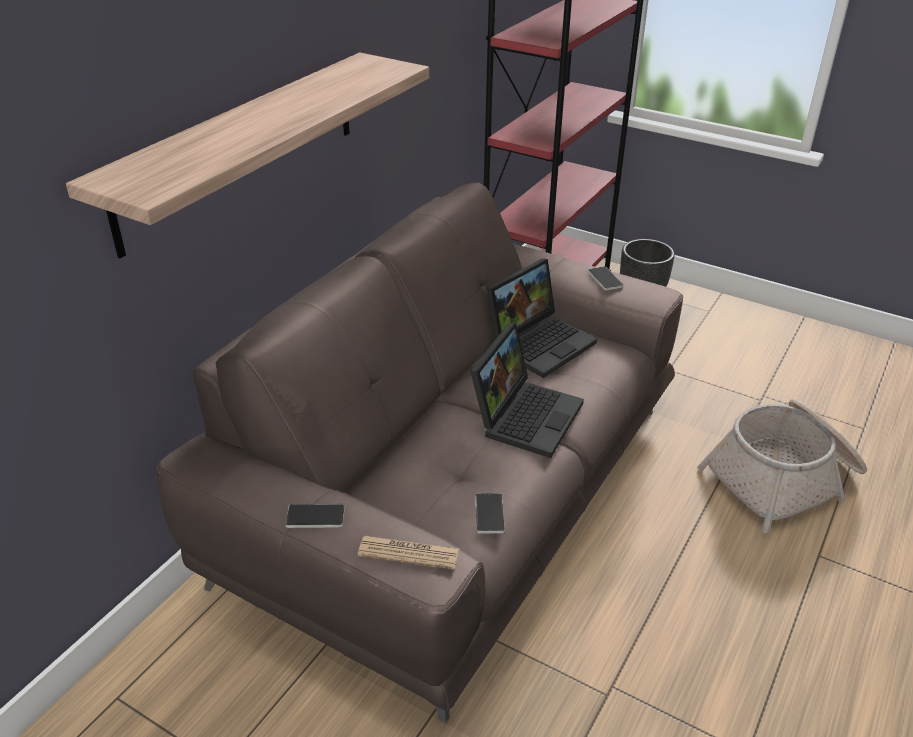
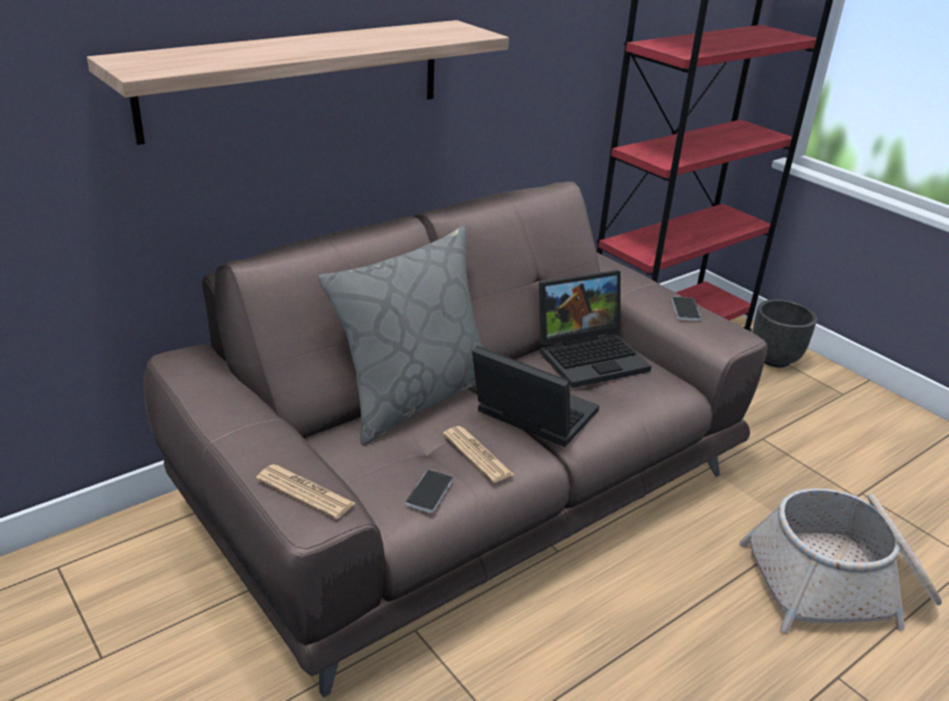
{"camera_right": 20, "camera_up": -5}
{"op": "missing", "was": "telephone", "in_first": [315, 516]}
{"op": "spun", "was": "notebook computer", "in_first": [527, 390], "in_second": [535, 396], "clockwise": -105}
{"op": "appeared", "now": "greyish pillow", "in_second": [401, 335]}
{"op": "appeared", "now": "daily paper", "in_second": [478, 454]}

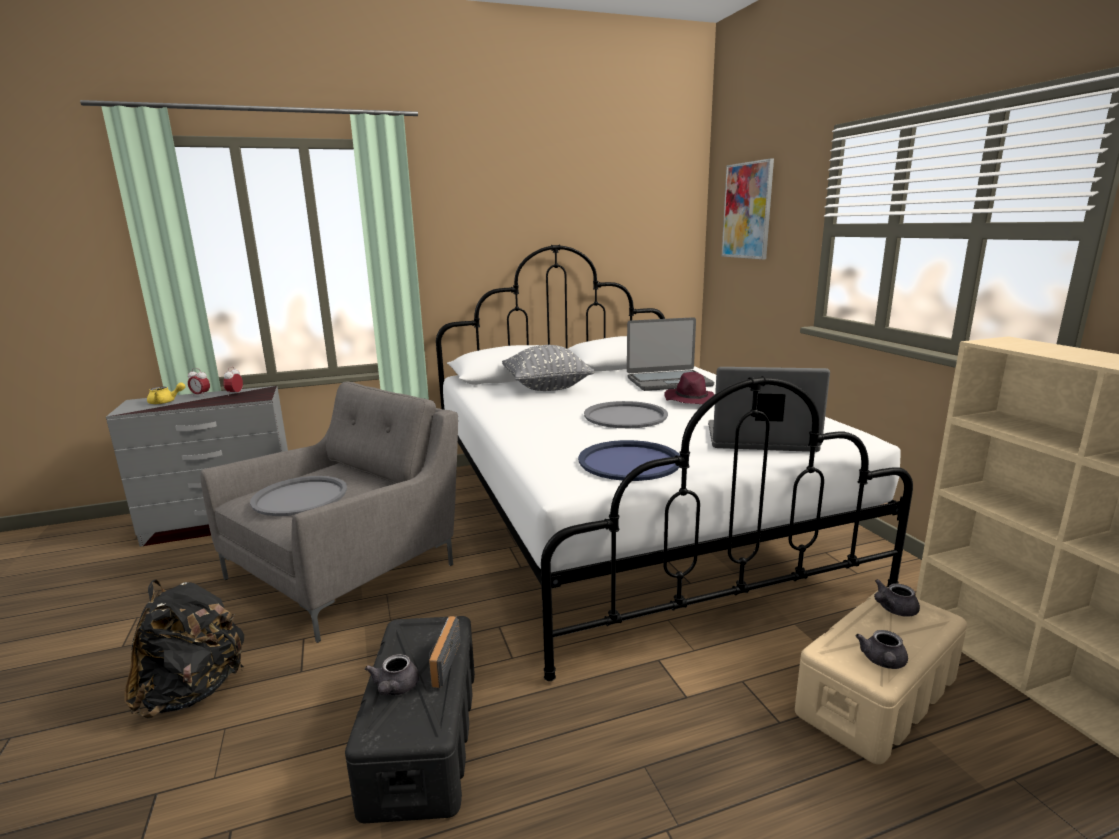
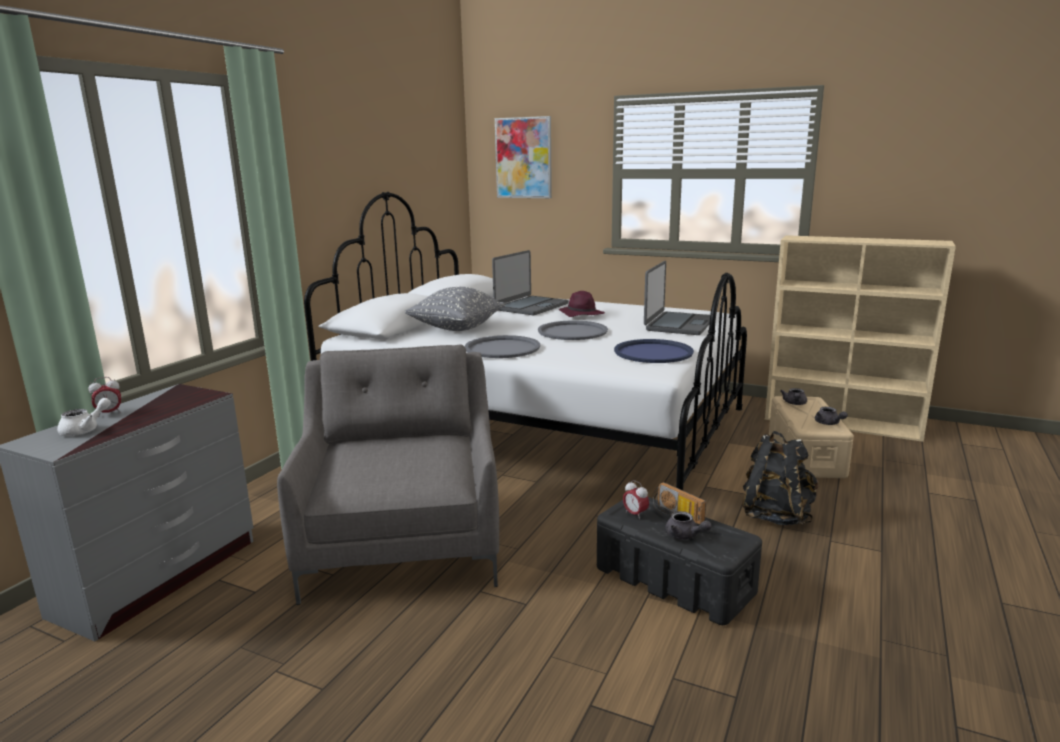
{"camera_right": -45, "camera_up": 0}
{"op": "relocated", "was": "black rucksack", "in_first": [184, 648], "in_second": [780, 478]}
{"op": "colour", "was": "yellow teapot", "now": "white-coloured teapot", "in_first": [166, 393], "in_second": [84, 417]}
{"op": "relocated", "was": "bedside clock", "in_first": [233, 381], "in_second": [636, 500]}
{"op": "relocated", "was": "greyish serving tray", "in_first": [298, 496], "in_second": [502, 346]}
{"op": "spun", "was": "notebook computer", "in_first": [769, 409], "in_second": [677, 298], "clockwise": 150}

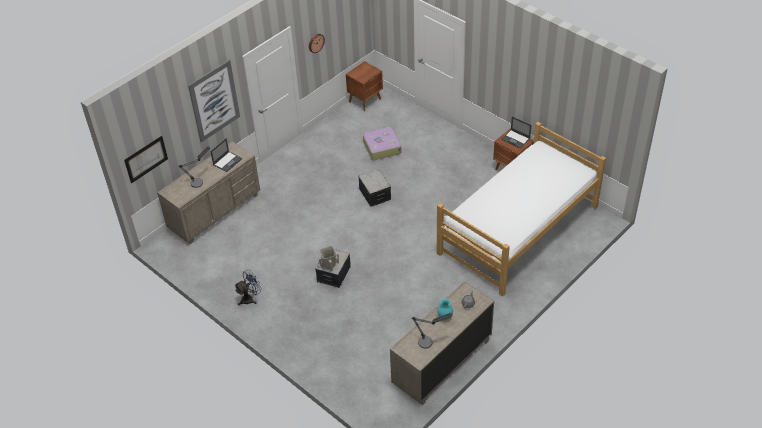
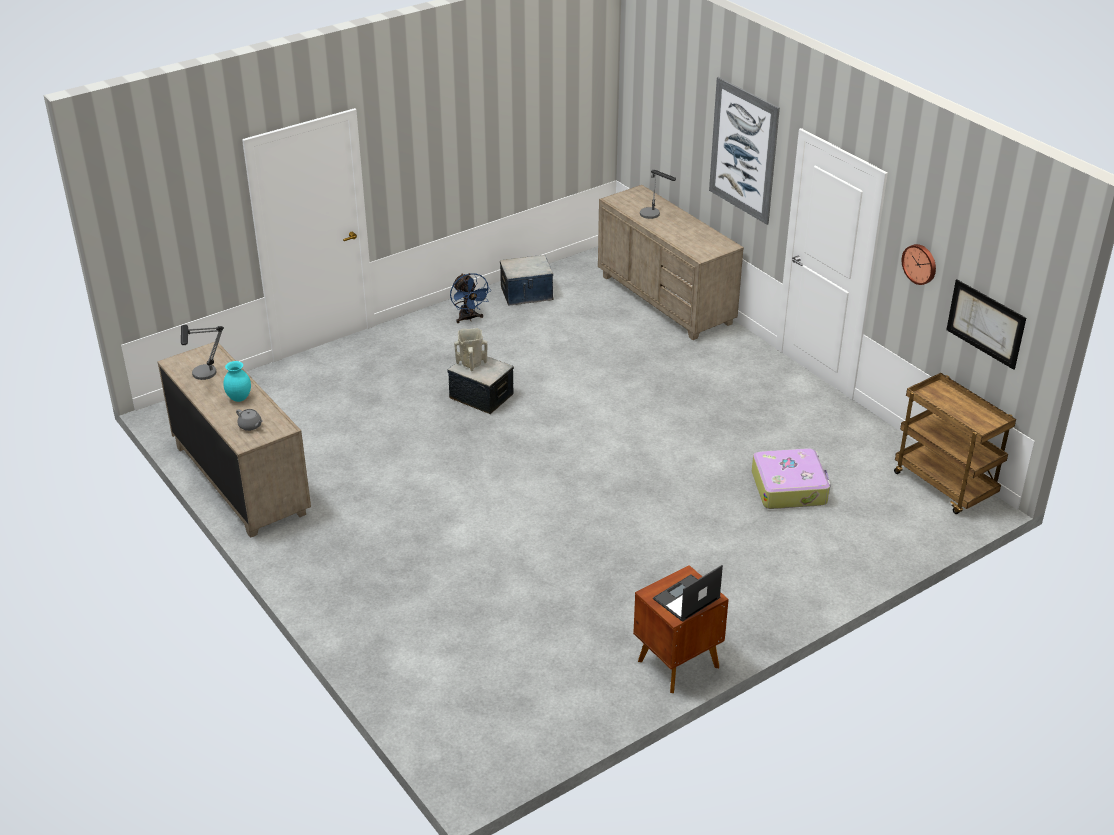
{"camera_right": 100, "camera_up": -10}
{"op": "relocated", "was": "wall picture", "in_first": [146, 159], "in_second": [986, 324]}
{"op": "missing", "was": "notebook computer", "in_first": [226, 155]}
{"op": "exchanged", "was": "brownish nightstand", "now": "brownish trolley", "in_first": [364, 86], "in_second": [955, 443]}
{"op": "relocated", "was": "storage box", "in_first": [374, 188], "in_second": [527, 280]}
{"op": "missing", "was": "bedroom bed", "in_first": [521, 209]}

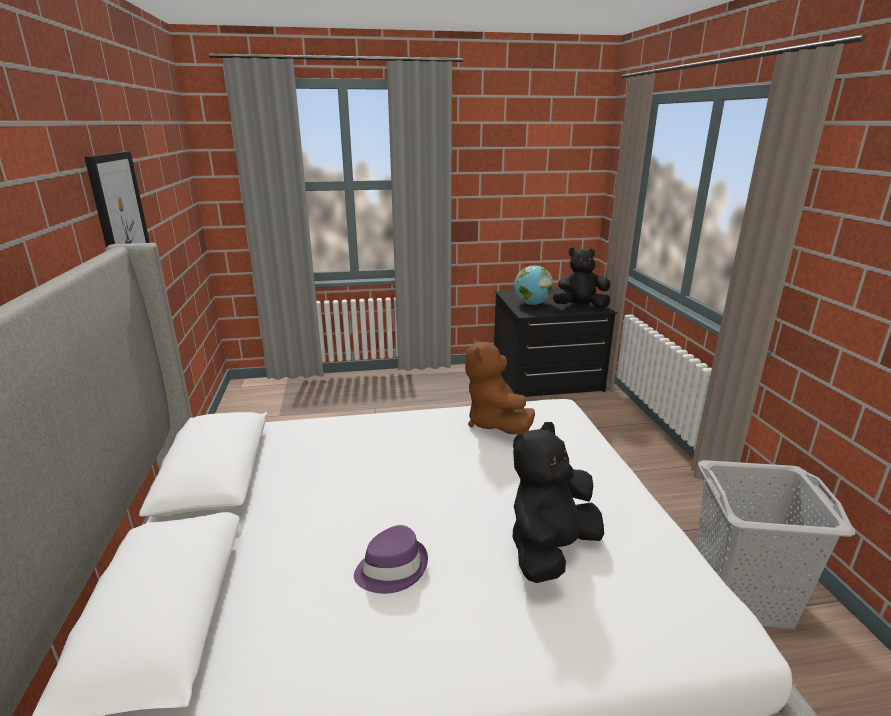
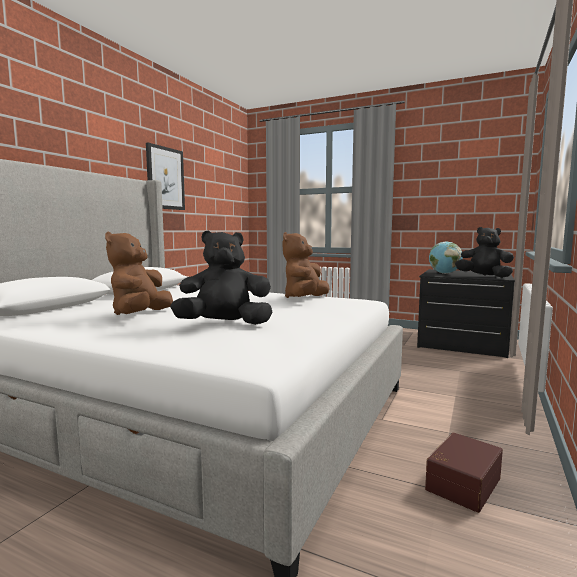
{"camera_right": 35, "camera_up": -15}
{"op": "exchanged", "was": "purplish hat", "now": "brownish cuddly toy", "in_first": [391, 559], "in_second": [139, 273]}
{"op": "exchanged", "was": "greyish washing basket", "now": "brownish storage box", "in_first": [775, 544], "in_second": [464, 473]}

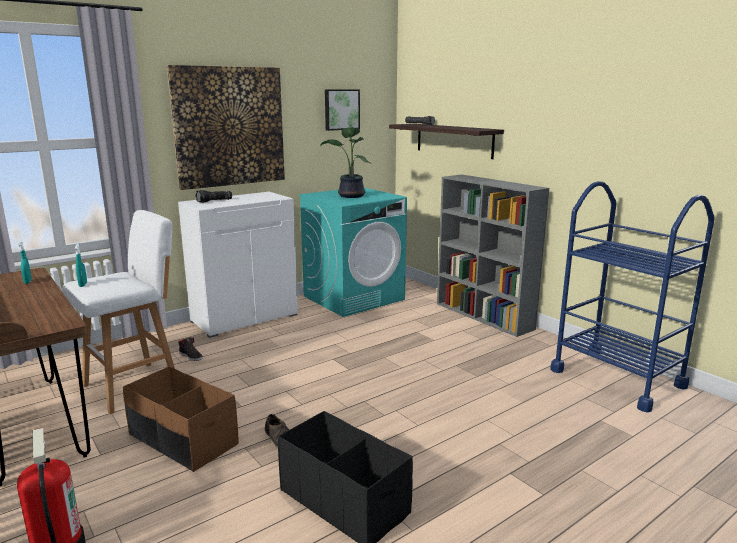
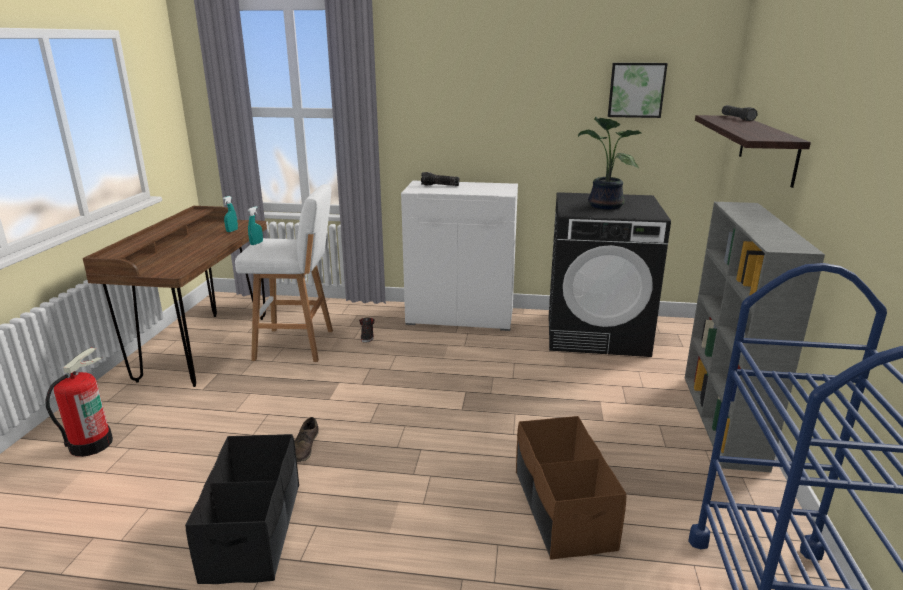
{"camera_right": 45, "camera_up": 5}
{"op": "relocated", "was": "brownish storage box", "in_first": [181, 419], "in_second": [571, 488]}
{"op": "missing", "was": "wall picture", "in_first": [226, 127]}
{"op": "colour", "was": "turquoise-coloured laundry appliance", "now": "black laundry appliance", "in_first": [353, 252], "in_second": [610, 274]}

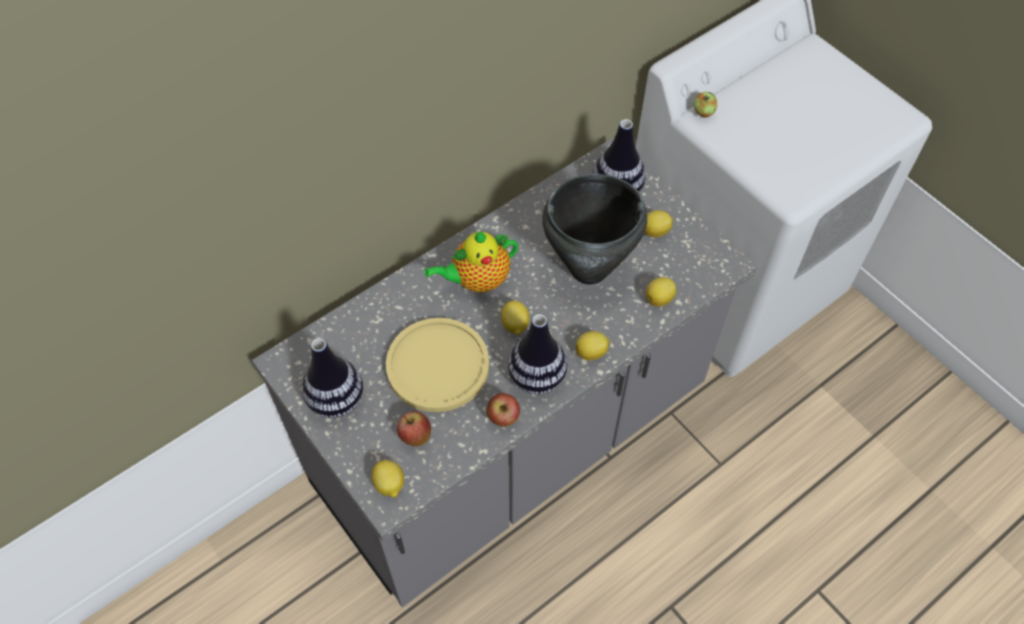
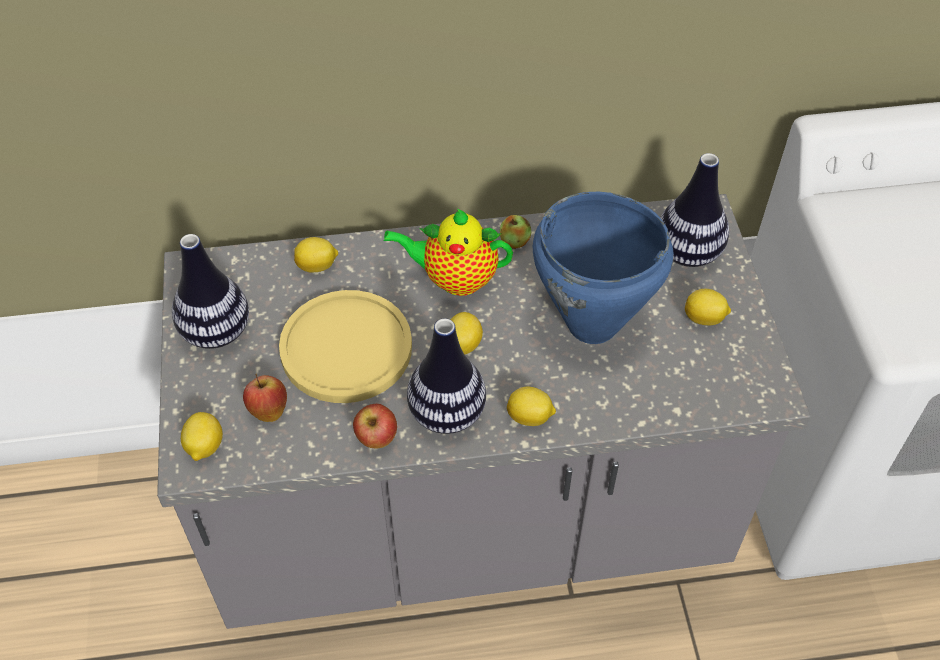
{"camera_right": 30, "camera_up": -5}
{"op": "colour", "was": "black cooking pot", "now": "blue cooking pot", "in_first": [594, 229], "in_second": [603, 268]}
{"op": "relocated", "was": "whole lemon", "in_first": [661, 292], "in_second": [316, 254]}
{"op": "relocated", "was": "apple", "in_first": [705, 104], "in_second": [515, 232]}

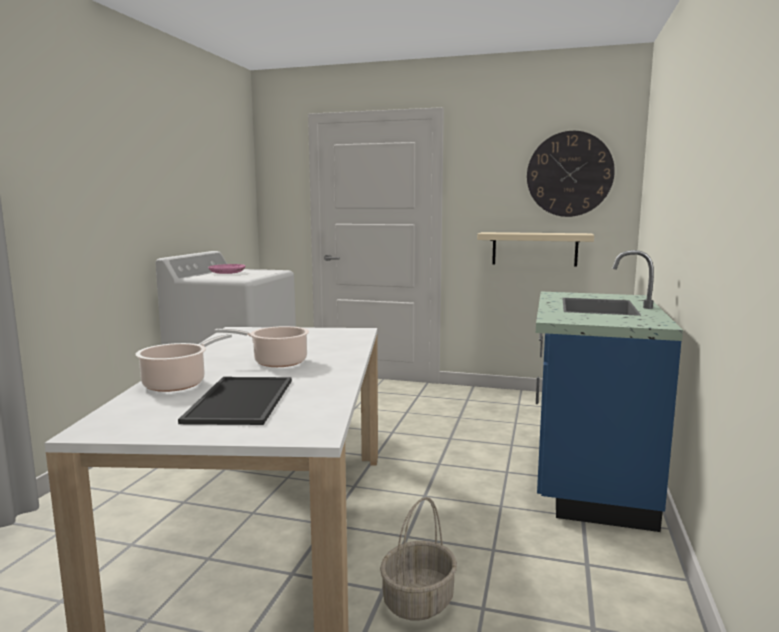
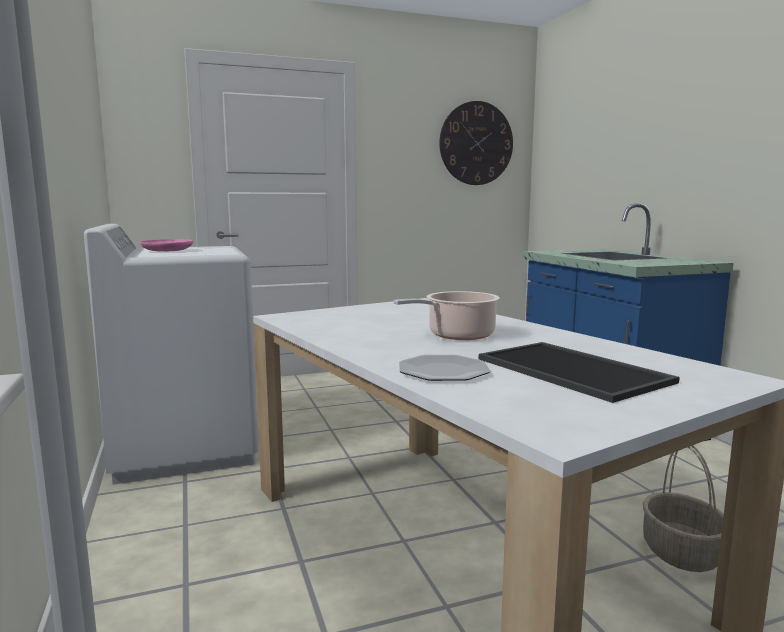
{"camera_right": -35, "camera_up": 0}
{"op": "exchanged", "was": "cooking pot", "now": "flat dish", "in_first": [183, 363], "in_second": [444, 368]}
{"op": "missing", "was": "beige shelf", "in_first": [535, 249]}

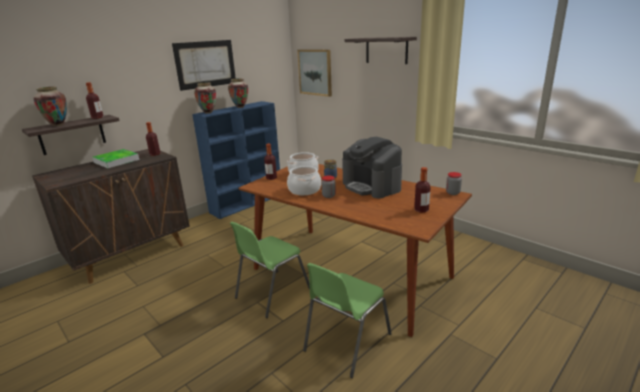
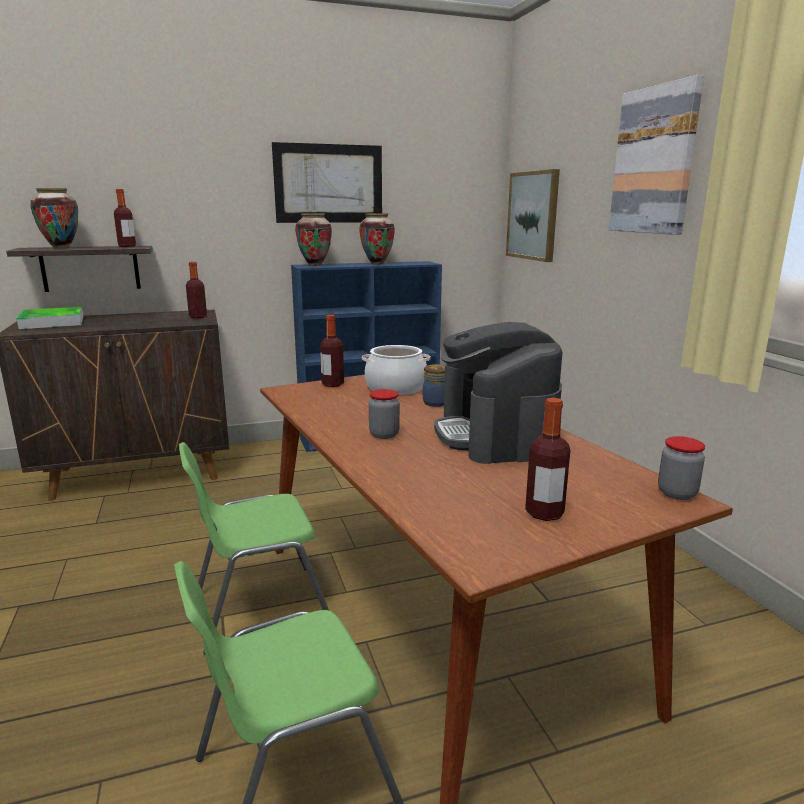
{"camera_right": 25, "camera_up": -5}
{"op": "relocated", "was": "serving tray", "in_first": [115, 158], "in_second": [50, 317]}
{"op": "missing", "was": "cooking pot", "in_first": [304, 180]}
{"op": "exchanged", "was": "shelf", "now": "wall picture", "in_first": [381, 50], "in_second": [656, 155]}

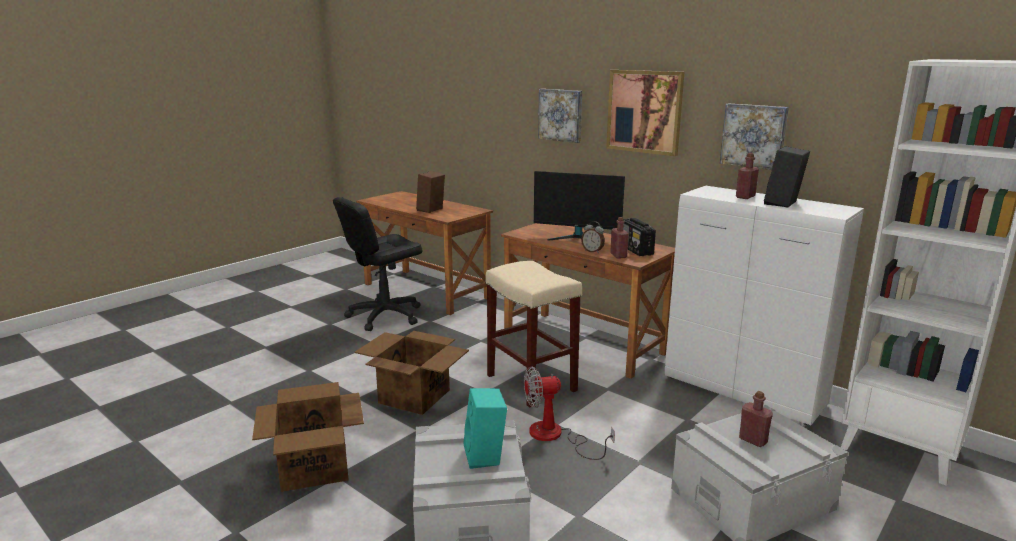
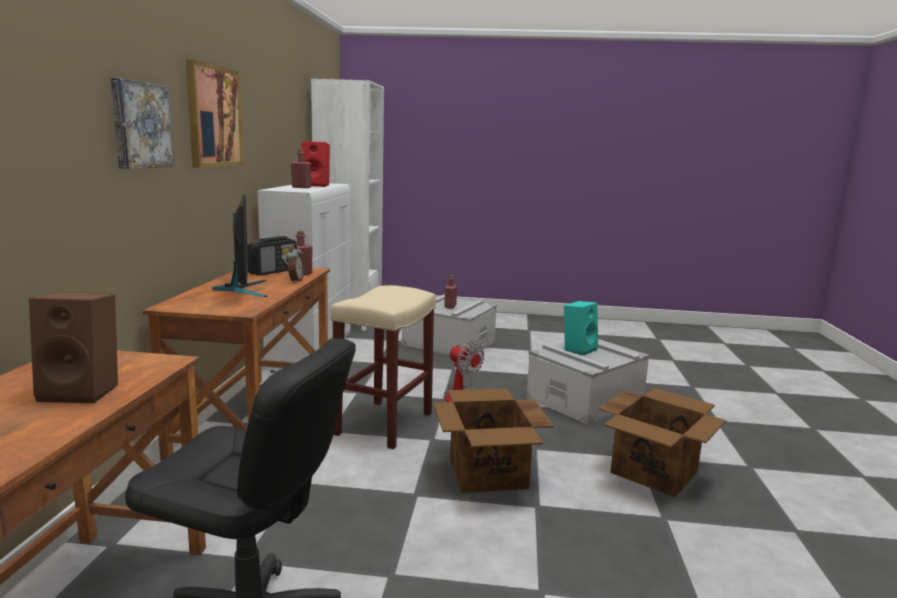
{"camera_right": -125, "camera_up": -5}
{"op": "missing", "was": "wall picture", "in_first": [754, 137]}
{"op": "colour", "was": "black audio speaker", "now": "red-coloured audio speaker", "in_first": [787, 177], "in_second": [315, 164]}

